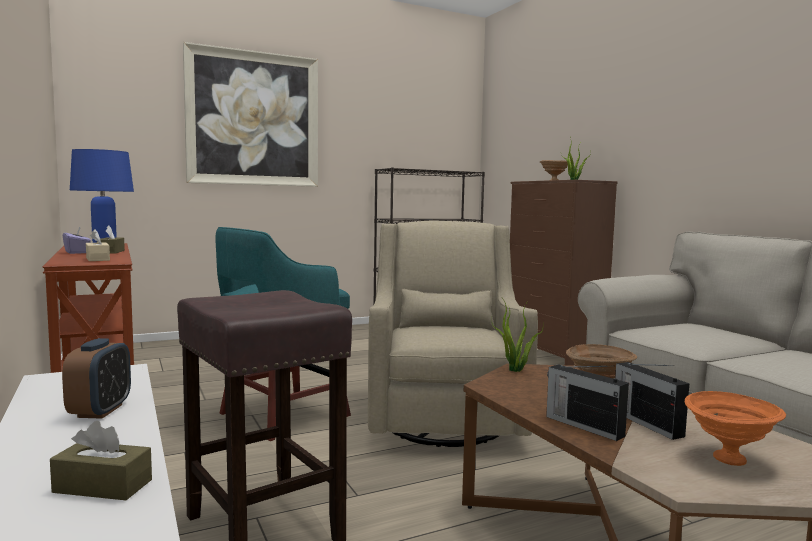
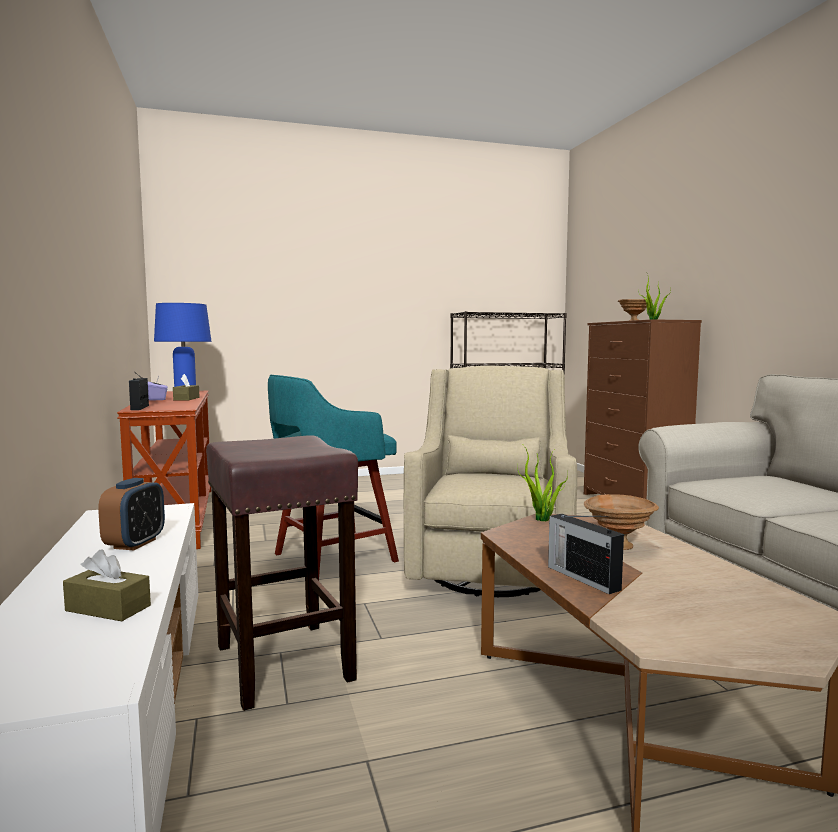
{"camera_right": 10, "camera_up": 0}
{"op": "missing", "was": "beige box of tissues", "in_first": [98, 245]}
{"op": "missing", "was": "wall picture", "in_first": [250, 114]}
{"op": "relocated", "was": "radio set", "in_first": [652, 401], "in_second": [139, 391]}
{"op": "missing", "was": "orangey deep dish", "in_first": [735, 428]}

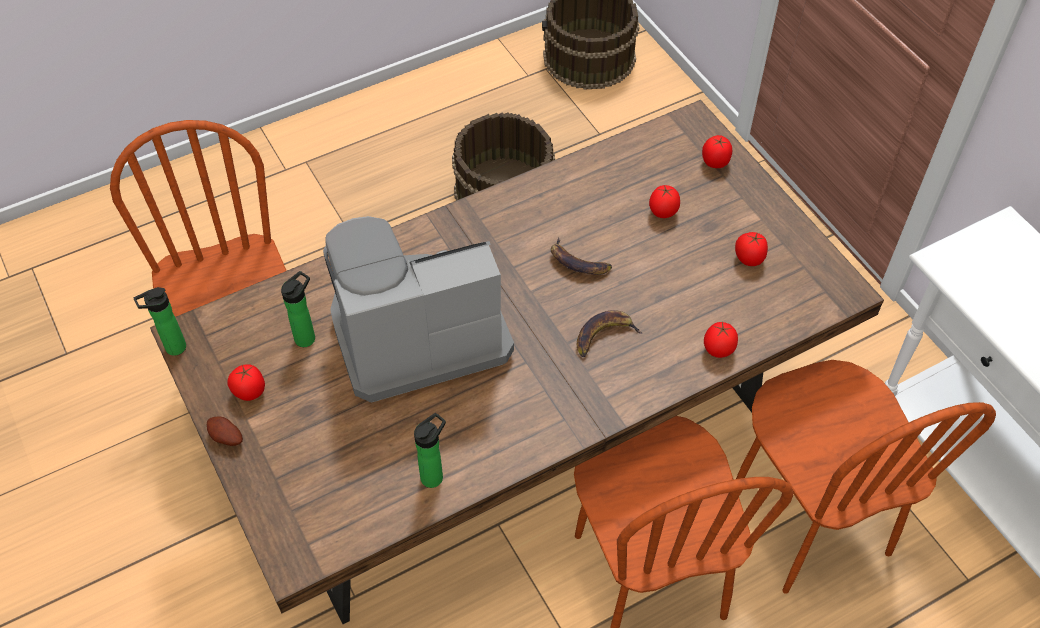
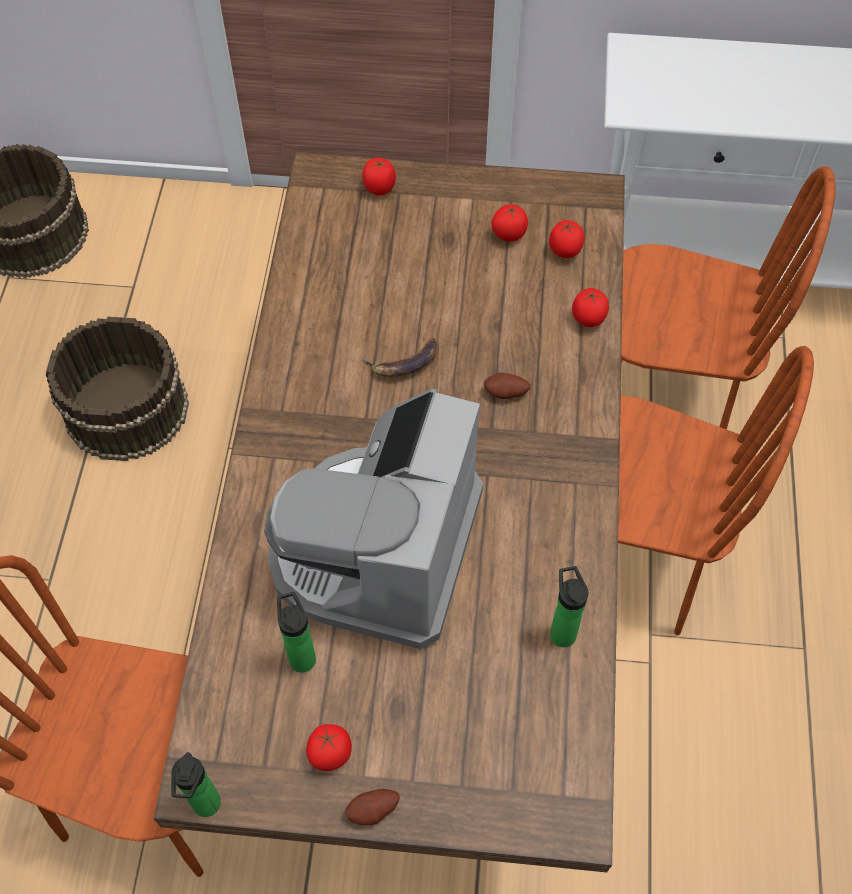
{"camera_right": -55, "camera_up": 5}
{"op": "exchanged", "was": "whole banana", "now": "potato", "in_first": [609, 333], "in_second": [507, 386]}
{"op": "relocated", "was": "whole tomato", "in_first": [664, 201], "in_second": [566, 239]}

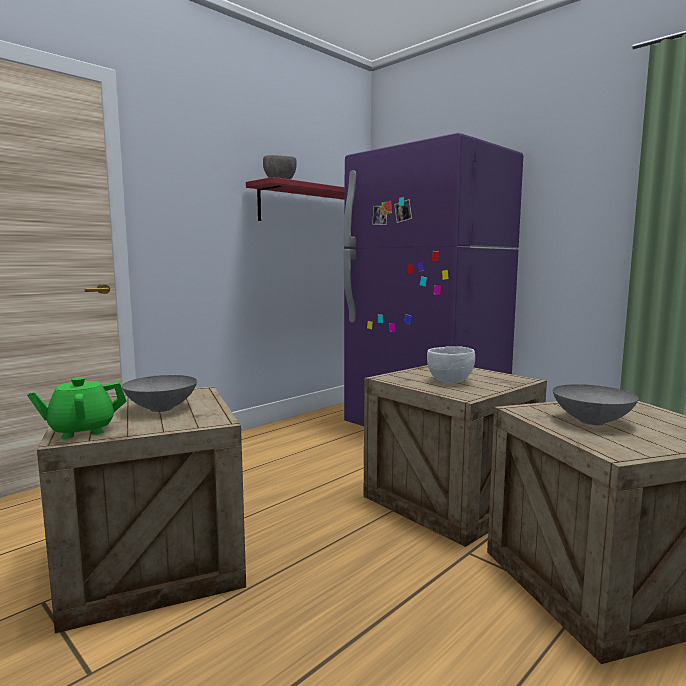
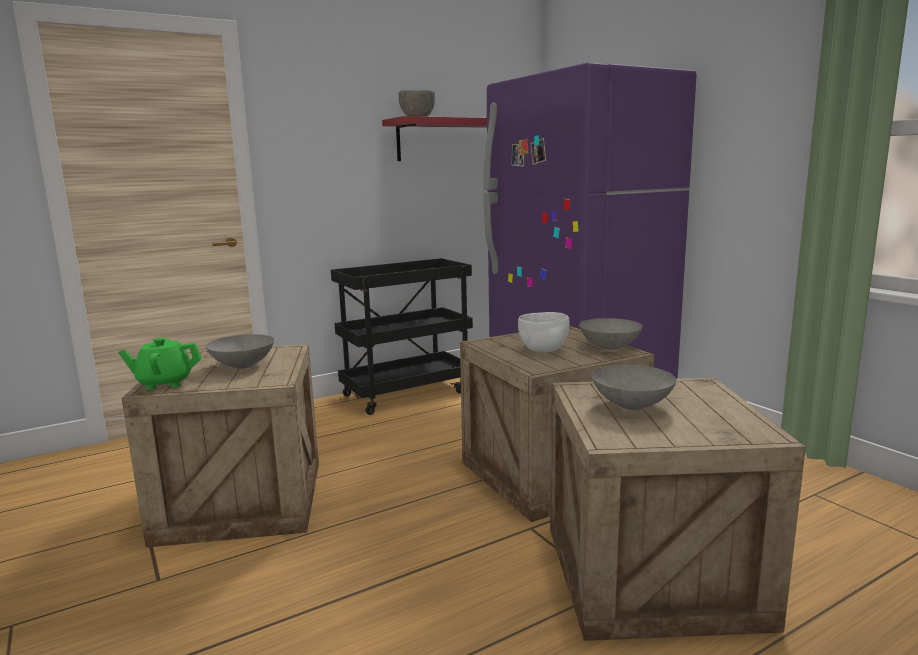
{"camera_right": 15, "camera_up": 5}
{"op": "appeared", "now": "black trolley", "in_second": [402, 336]}
{"op": "appeared", "now": "greyish deep dish", "in_second": [611, 334]}

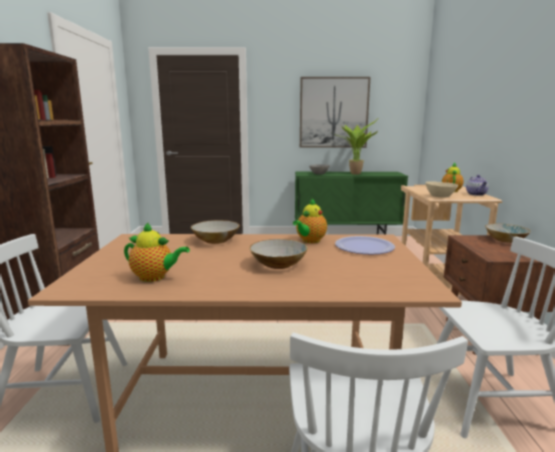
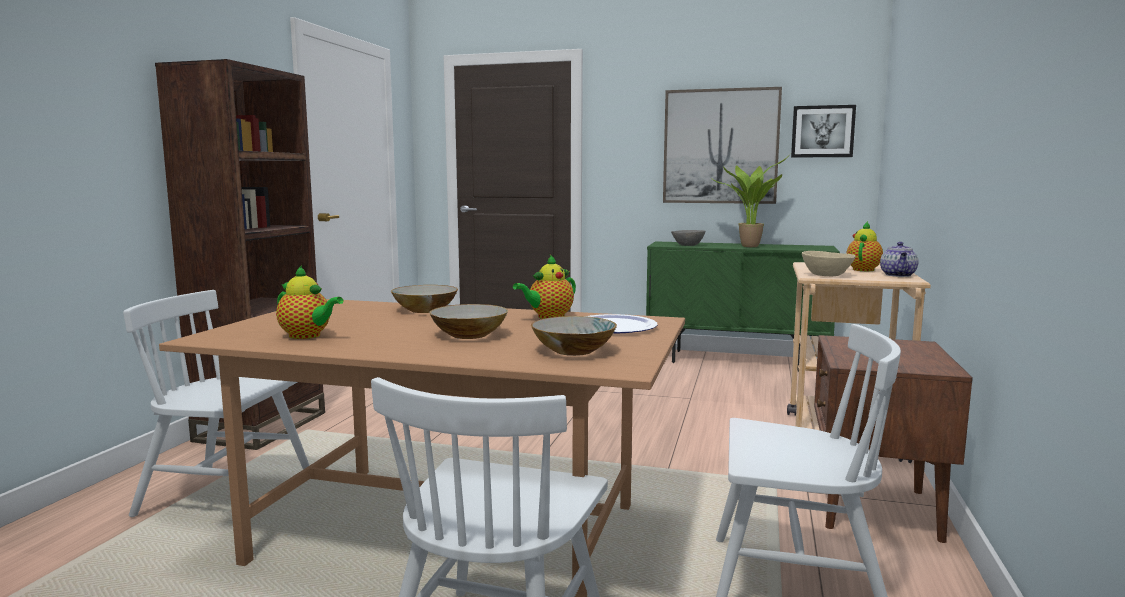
{"camera_right": 15, "camera_up": -5}
{"op": "relocated", "was": "deep dish", "in_first": [508, 233], "in_second": [574, 336]}
{"op": "appeared", "now": "wall picture", "in_second": [823, 131]}

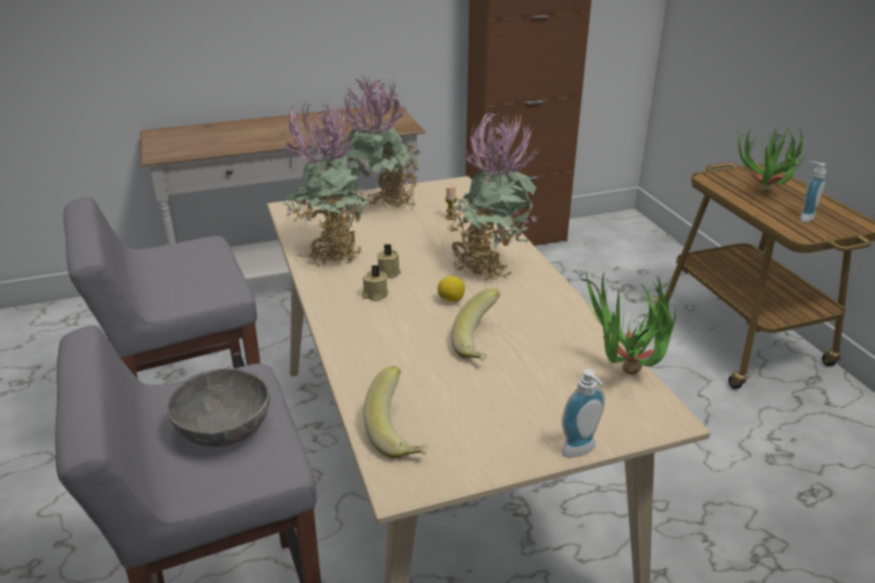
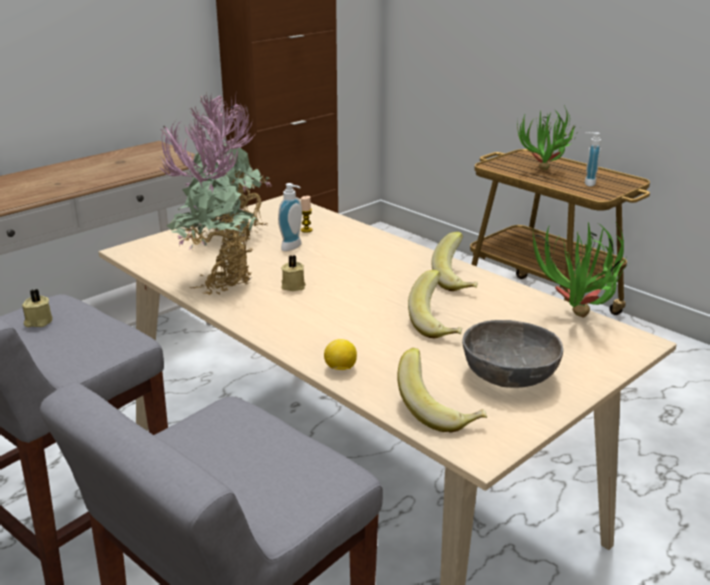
{"camera_right": -25, "camera_up": -5}
{"op": "relocated", "was": "greyish deep dish", "in_first": [218, 407], "in_second": [512, 354]}
{"op": "relocated", "was": "beige wax light", "in_first": [375, 283], "in_second": [37, 308]}
{"op": "relocated", "was": "whole lemon", "in_first": [451, 289], "in_second": [340, 354]}
{"op": "missing", "was": "potted plant", "in_first": [492, 196]}
{"op": "relocated", "was": "liquid soap bottle", "in_first": [583, 413], "in_second": [290, 217]}
{"op": "appeared", "now": "whole banana", "in_second": [454, 261]}

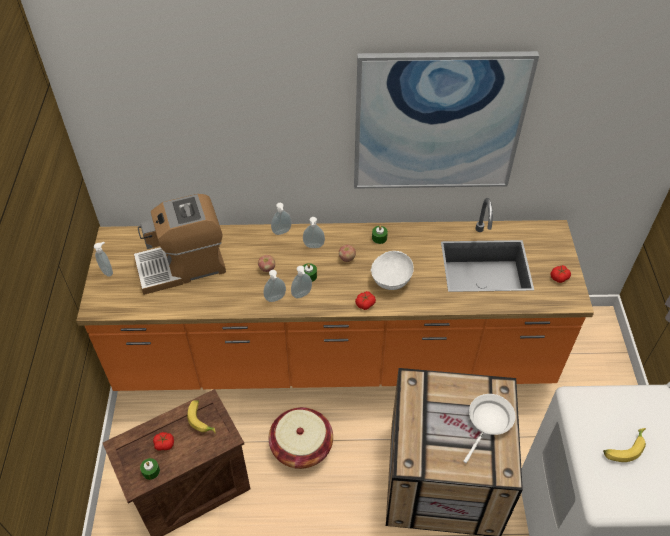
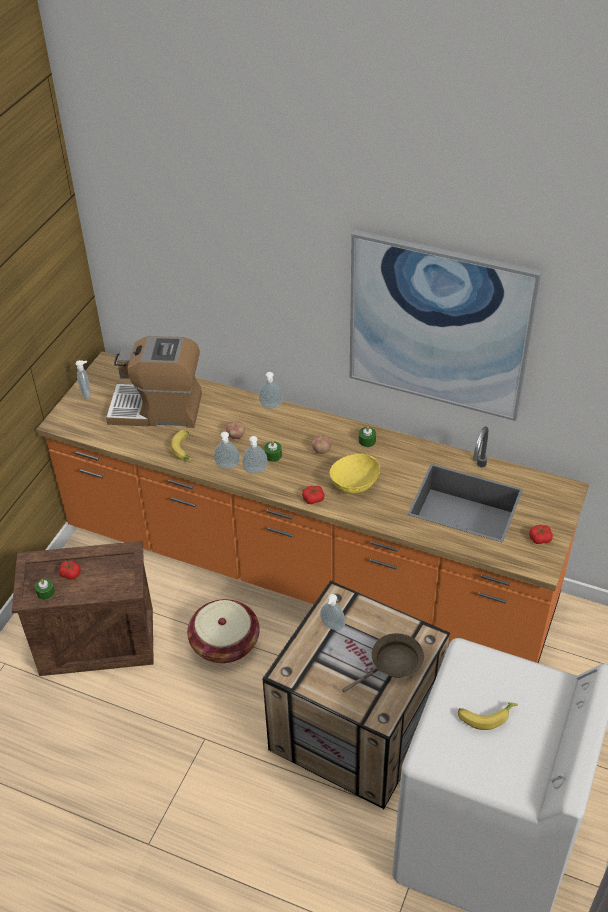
{"camera_right": 25, "camera_up": -5}
{"op": "relocated", "was": "whole banana", "in_first": [201, 417], "in_second": [180, 446]}
{"op": "relocated", "was": "liquid soap bottle", "in_first": [314, 232], "in_second": [332, 612]}
{"op": "colour", "was": "white-coloured deep dish", "now": "yellow deep dish", "in_first": [392, 270], "in_second": [354, 473]}
{"op": "colour", "was": "white-coloured skillet", "now": "brownish skillet", "in_first": [489, 428], "in_second": [383, 662]}

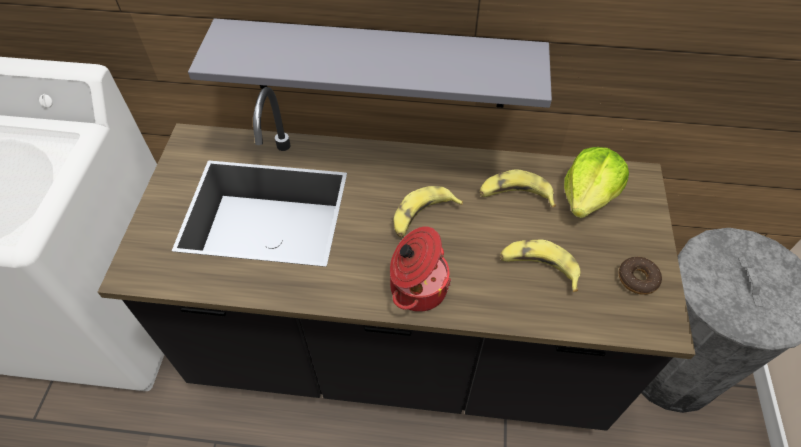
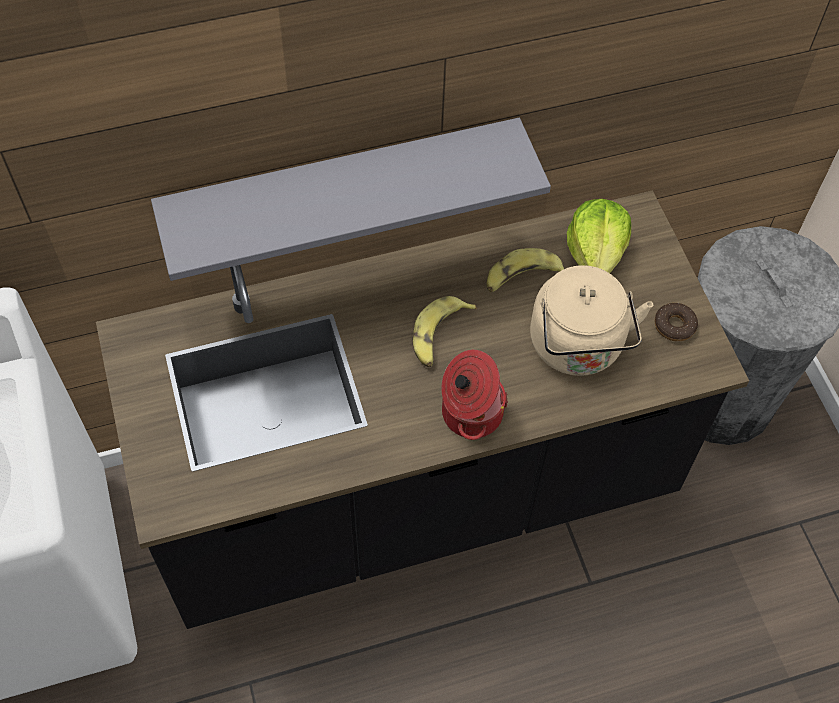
{"camera_right": -25, "camera_up": 5}
{"op": "exchanged", "was": "whole banana", "now": "beige water kettle", "in_first": [540, 265], "in_second": [591, 320]}

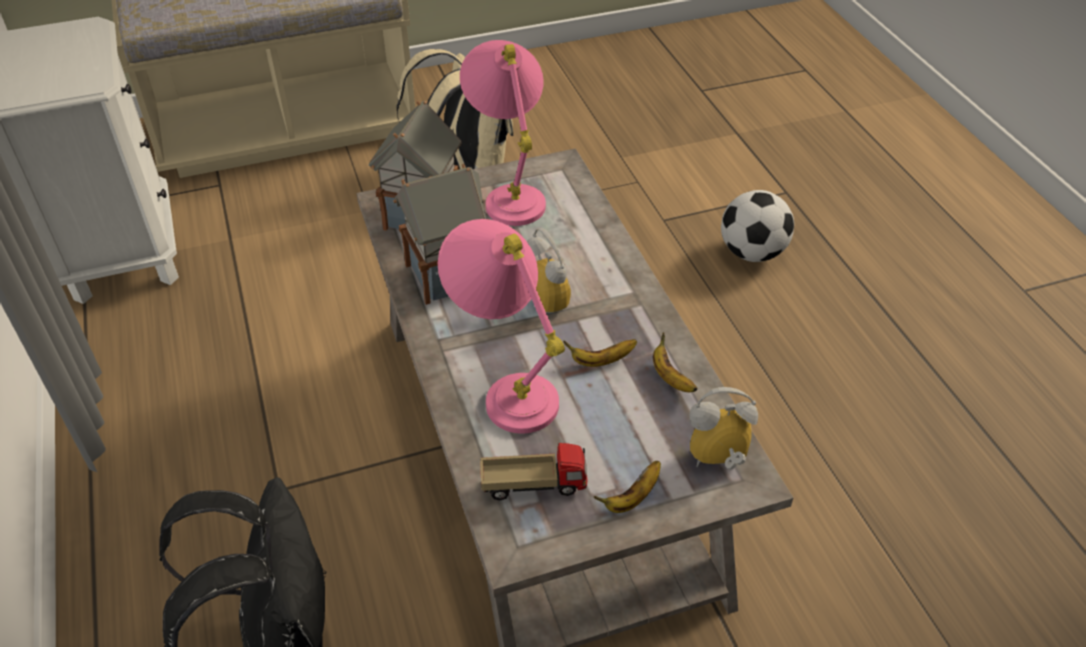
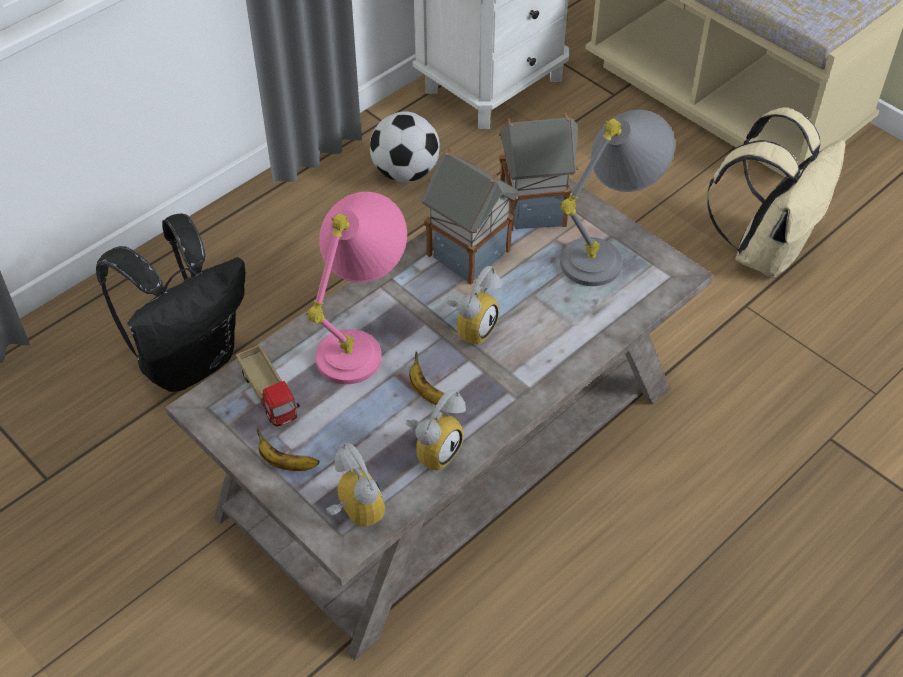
{"camera_right": 65, "camera_up": 5}
{"op": "colour", "was": "pink tabletop lamp", "now": "greyish tabletop lamp", "in_first": [503, 133], "in_second": [617, 198]}
{"op": "exchanged", "was": "whole banana", "now": "bedside clock", "in_first": [675, 362], "in_second": [435, 430]}
{"op": "relocated", "was": "football ball", "in_first": [757, 226], "in_second": [405, 146]}

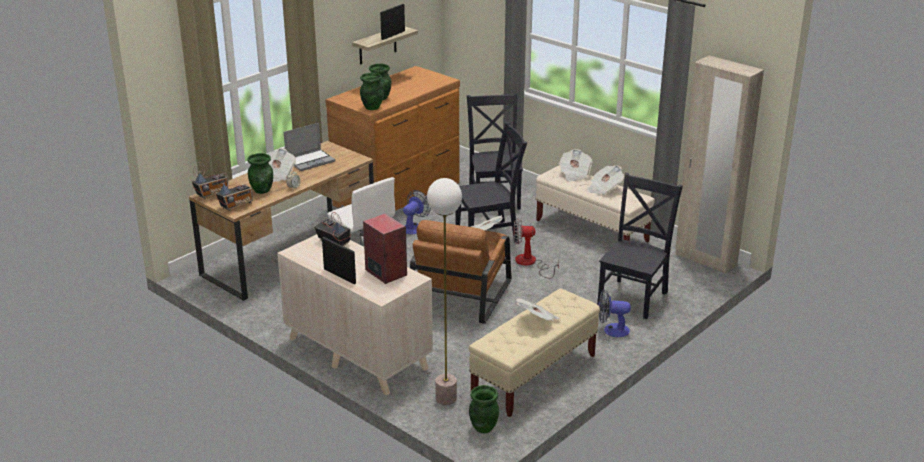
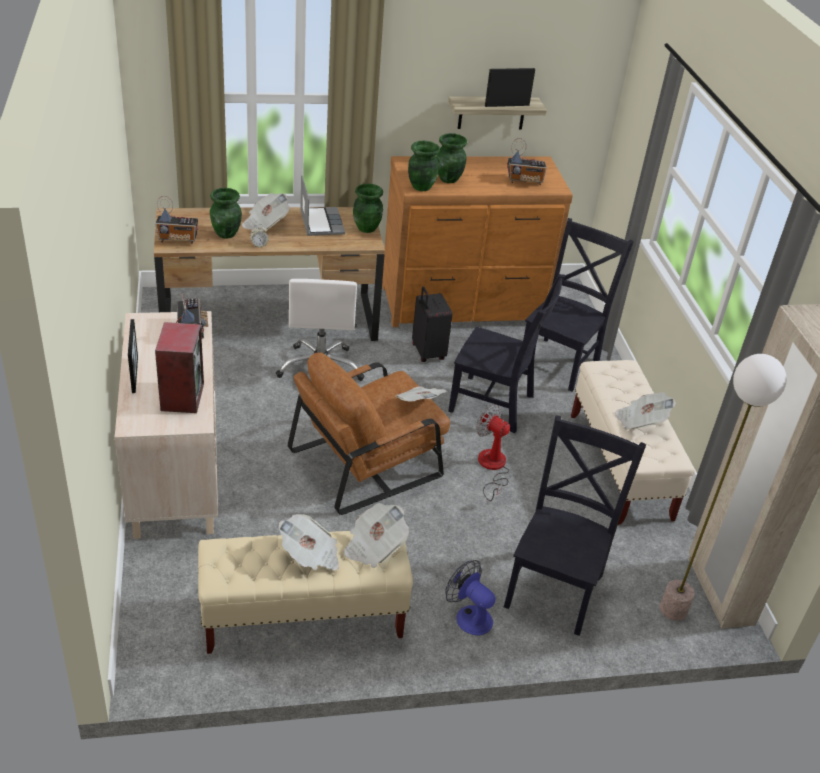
{"camera_right": 35, "camera_up": 10}
{"op": "relocated", "was": "radio set", "in_first": [210, 180], "in_second": [527, 161]}
{"op": "spun", "was": "notebook computer", "in_first": [309, 147], "in_second": [322, 205], "clockwise": -105}
{"op": "exchanged", "was": "fan", "now": "black travel case", "in_first": [417, 212], "in_second": [432, 324]}
{"op": "relocated", "was": "floor lamp", "in_first": [444, 291], "in_second": [723, 487]}
{"op": "relocated", "was": "green flower vase", "in_first": [484, 409], "in_second": [368, 208]}
{"op": "relocated", "was": "daily paper", "in_first": [576, 165], "in_second": [376, 535]}
{"op": "spun", "was": "black plain chair", "in_first": [640, 246], "in_second": [575, 525], "clockwise": -45}

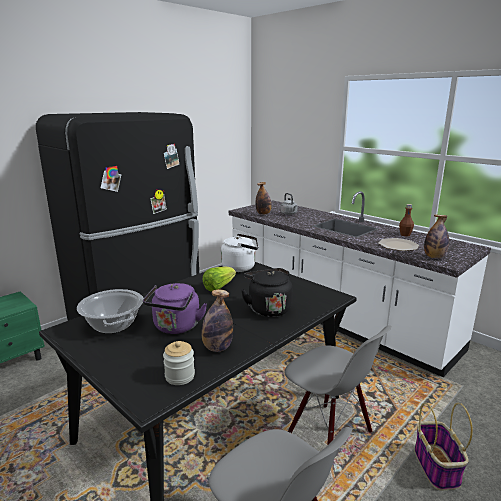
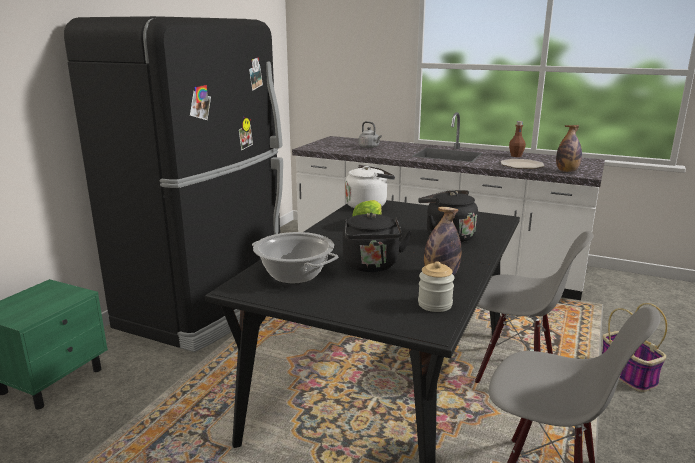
{"camera_right": -20, "camera_up": 0}
{"op": "colour", "was": "purplish water kettle", "now": "black water kettle", "in_first": [175, 308], "in_second": [377, 242]}
{"op": "missing", "was": "bottle", "in_first": [264, 198]}

